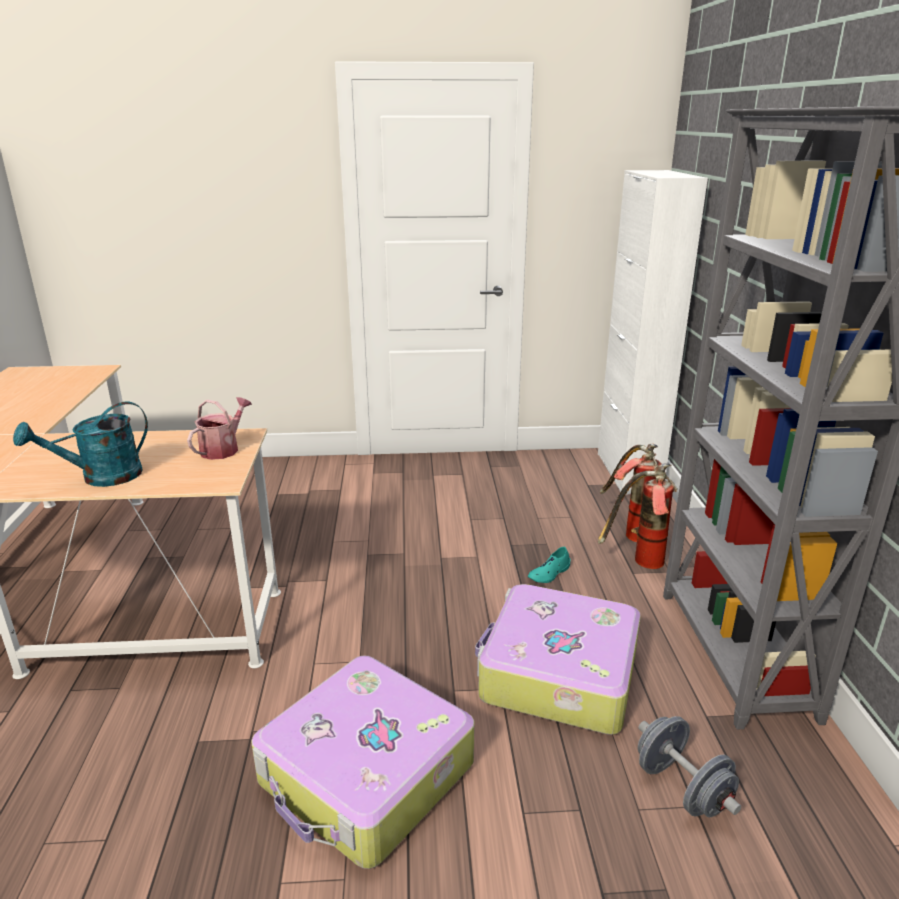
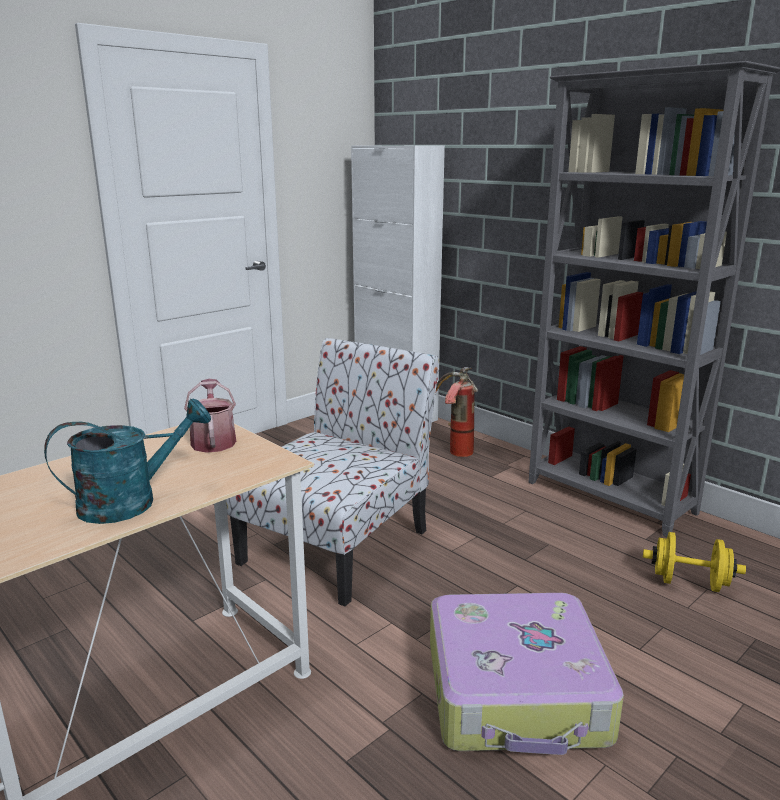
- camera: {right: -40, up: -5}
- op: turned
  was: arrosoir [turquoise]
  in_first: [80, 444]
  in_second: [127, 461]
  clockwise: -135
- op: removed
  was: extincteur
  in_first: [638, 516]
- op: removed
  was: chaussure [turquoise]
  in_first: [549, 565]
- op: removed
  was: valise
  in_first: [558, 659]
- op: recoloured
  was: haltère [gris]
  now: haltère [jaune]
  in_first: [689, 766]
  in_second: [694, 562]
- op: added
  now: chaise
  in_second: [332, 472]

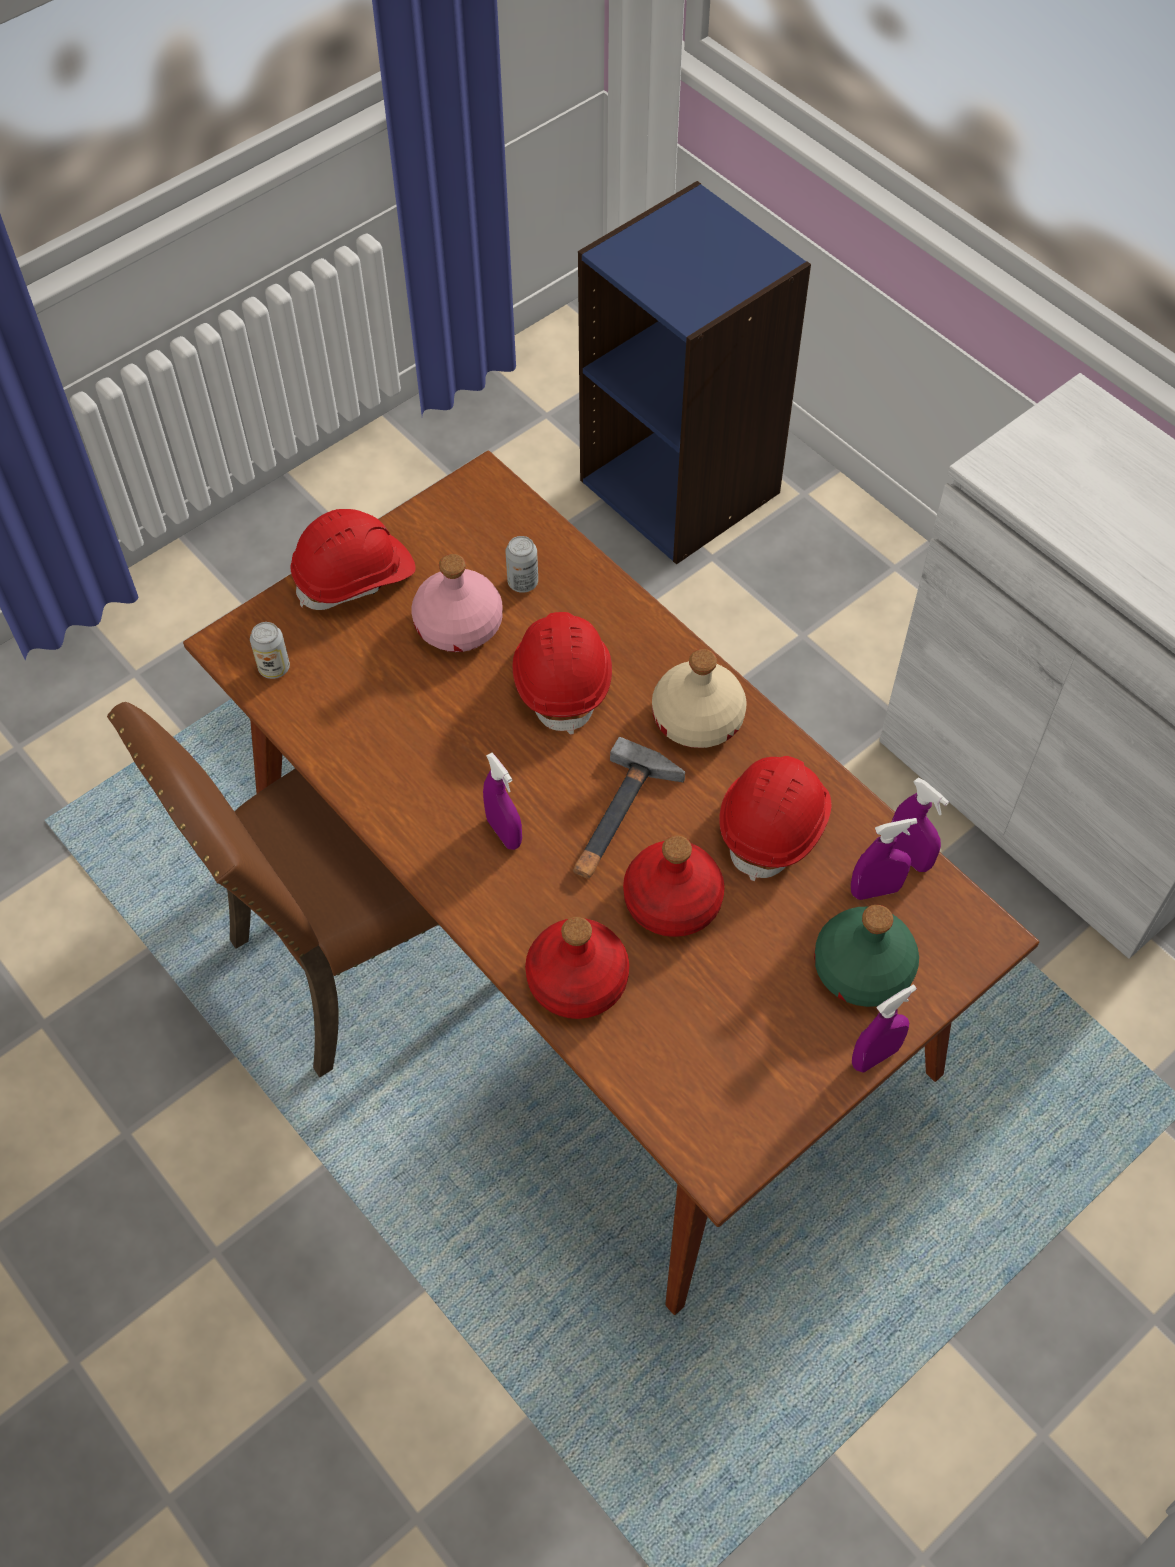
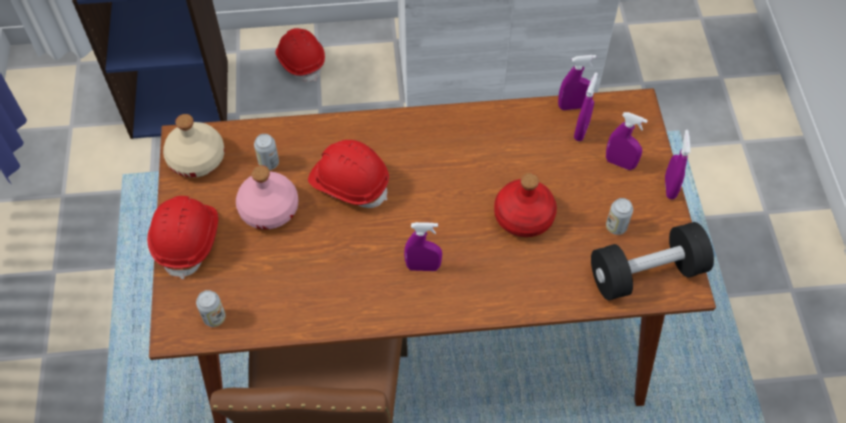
- camera: {right: -55, up: 0}
- op: moved
  was: bouteille [beige]
  in_first: [699, 698]
  in_second: [194, 146]
- op: removed
  was: marteau
  in_first: [629, 808]
- op: moved
  was: casque de chantier [rouge]
  in_first: [775, 818]
  in_second: [300, 55]
- op: replaced
  was: bouteille [vert]
  now: vaporisateur [violet]
  in_first: [866, 956]
  in_second: [627, 141]
- op: removed
  was: bouteille [rouge]
  in_first: [577, 968]
- op: added
  now: boîte métallique
  in_second: [619, 216]
- op: added
  now: haltère [noir]
  in_second: [652, 261]

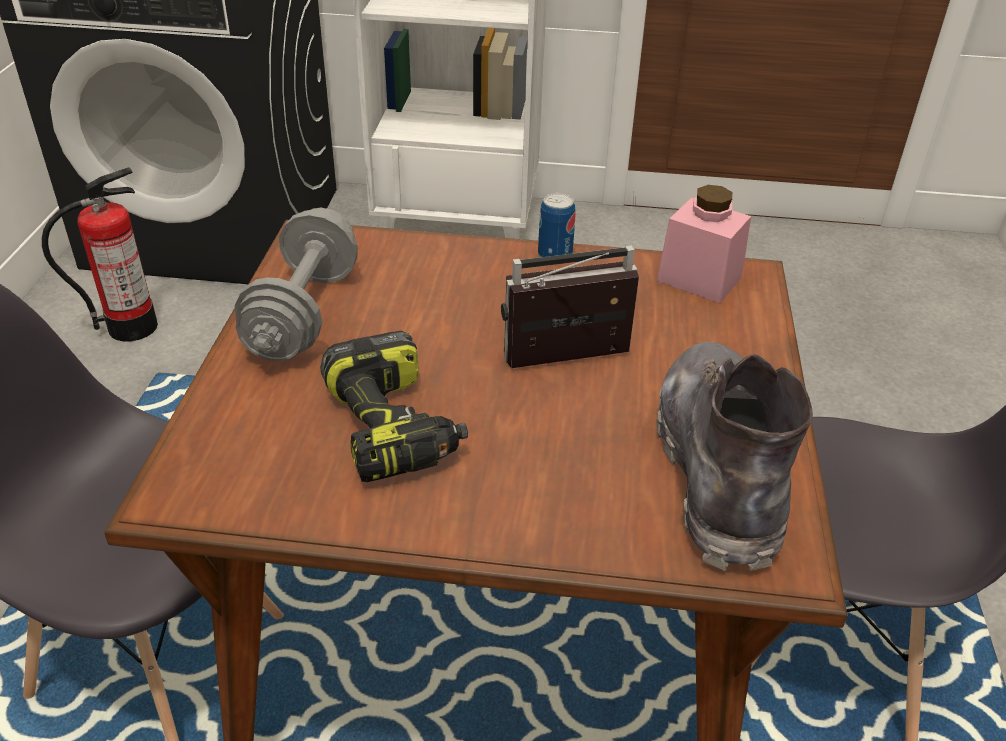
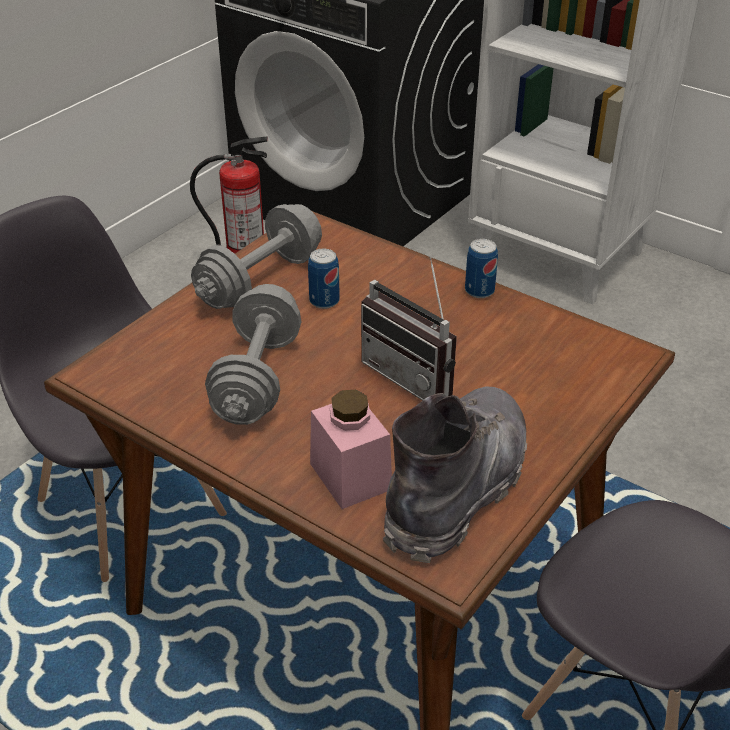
- camera: {right: 30, up: 0}
- op: moved
  was: bocal [rose]
  in_first: [704, 244]
  in_second: [351, 449]
- op: turned
  was: radio
  in_first: [570, 307]
  in_second: [409, 328]
  clockwise: -150
- op: replaced
  was: perceuse
  now: haltère [gris]
  in_first: [394, 406]
  in_second: [253, 354]
- op: added
  now: boîte métallique
  in_second: [324, 279]

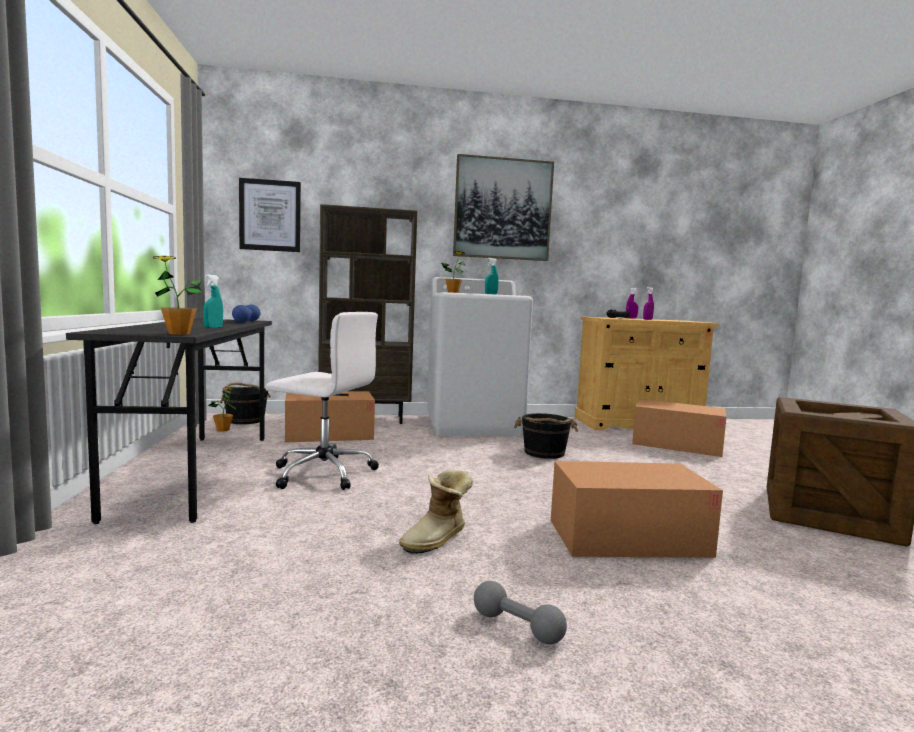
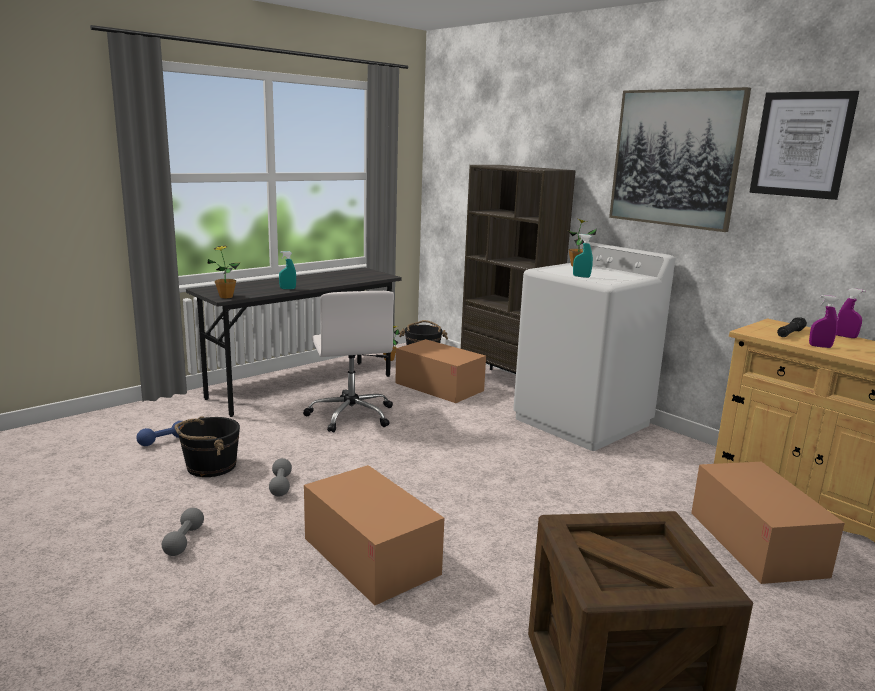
- camera: {right: 55, up: 10}
- op: moved
  was: tableau
  in_first: [270, 215]
  in_second: [804, 145]
- op: moved
  was: haltère [bleu]
  in_first: [246, 313]
  in_second: [160, 433]
- op: moved
  was: seau [noir]
  in_first: [546, 436]
  in_second: [207, 446]
- op: replaced
  was: botte
  now: haltère [gris]
  in_first: [436, 511]
  in_second: [280, 477]

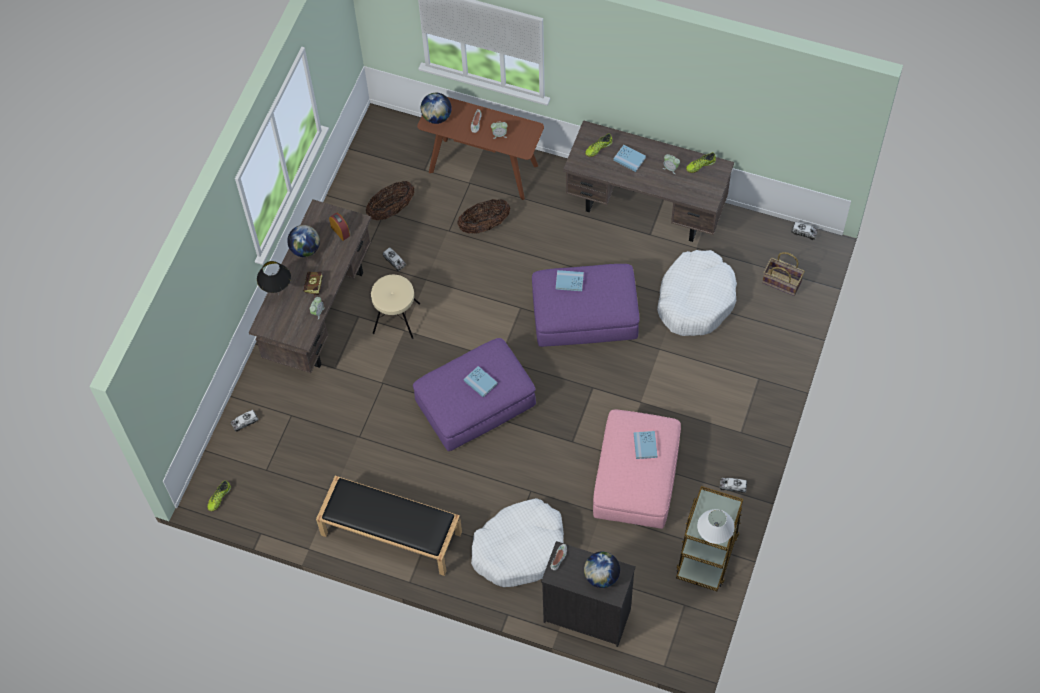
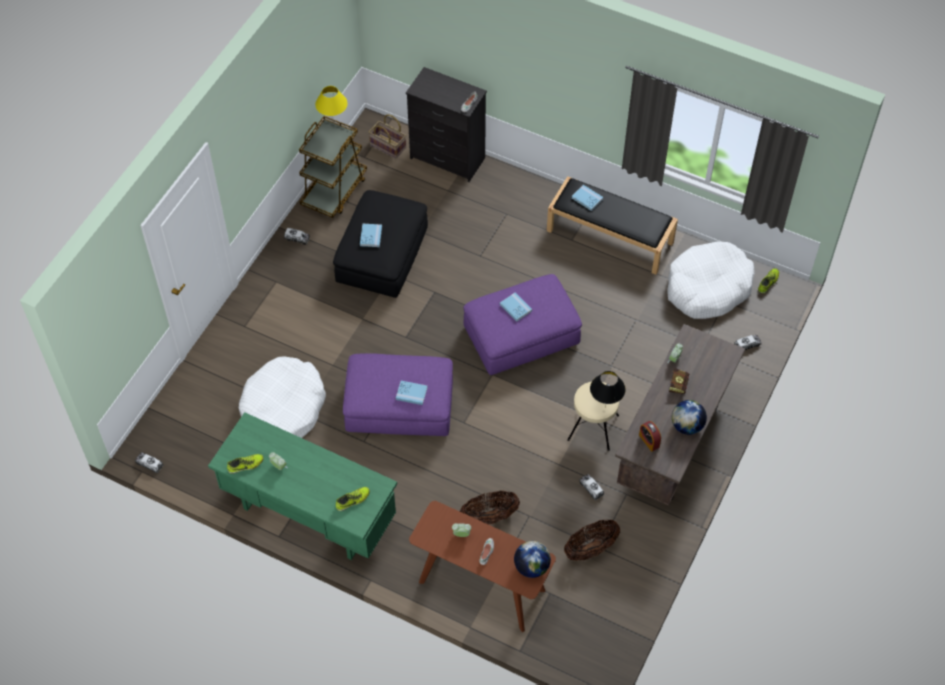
- camera: {right: -175, up: -5}
- op: recoloured
  was: bureau [marron]
  now: bureau [vert]
  in_first: [648, 181]
  in_second: [302, 486]
- op: moved
  was: livre [bleu]
  in_first: [629, 158]
  in_second: [587, 198]
- op: moved
  was: panier
  in_first: [783, 274]
  in_second: [387, 136]
- op: moved
  was: lampe de table [noir]
  in_first: [274, 278]
  in_second: [608, 389]
- op: recoloured
  was: pouf [rose]
  now: pouf [noir]
  in_first: [637, 469]
  in_second: [380, 244]
- op: moved
  was: panier pour chien [blanc]
  in_first: [517, 542]
  in_second: [711, 280]
- op: recoloured
  was: lampe de table [blanc]
  now: lampe de table [jaune]
  in_first: [716, 526]
  in_second: [331, 105]
- op: removed
  was: globe
  in_first: [602, 570]

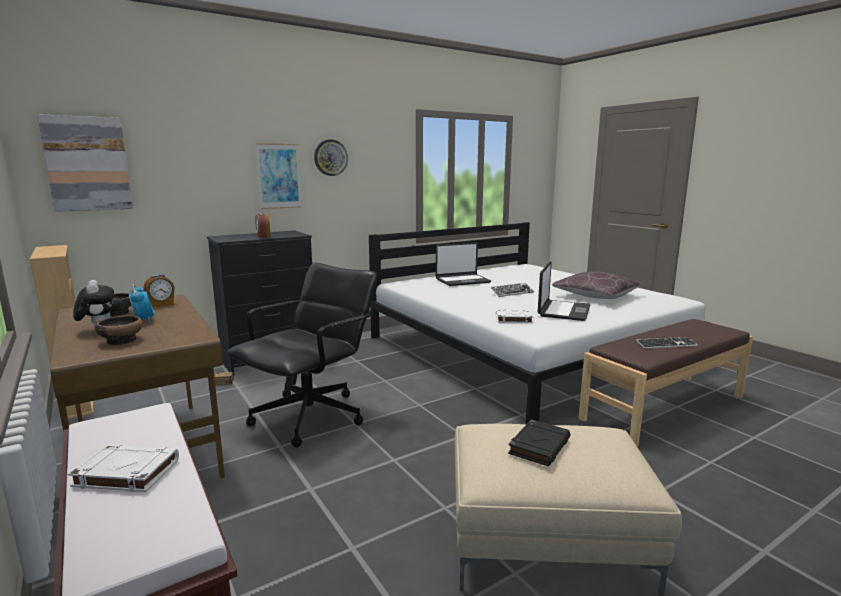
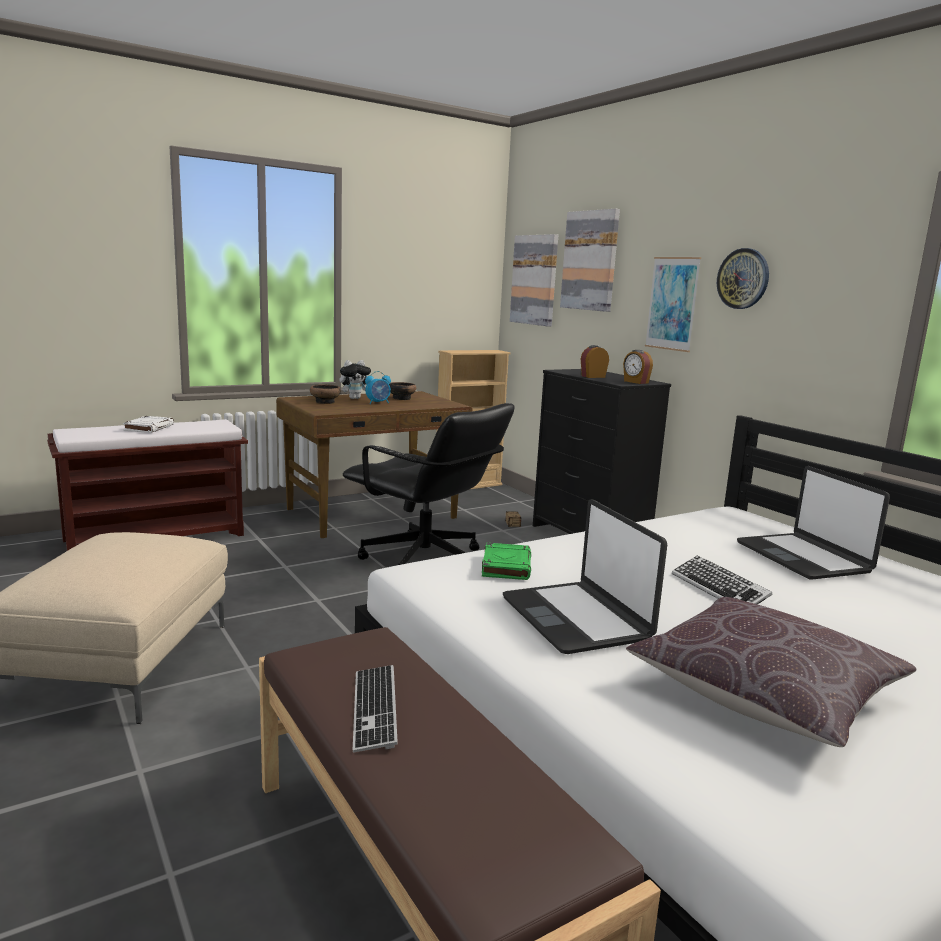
- camera: {right: 90, up: 0}
- op: turned
  was: ordinateur portable
  in_first: [564, 291]
  in_second: [585, 576]
  clockwise: 45
- op: moved
  was: réveil
  in_first: [159, 291]
  in_second: [638, 367]
- op: recoloured
  was: livre [blanc]
  now: livre [vert]
  in_first: [514, 316]
  in_second: [506, 561]
- op: removed
  was: livre [noir]
  in_first: [539, 442]
- op: added
  now: tableau
  in_second: [590, 260]

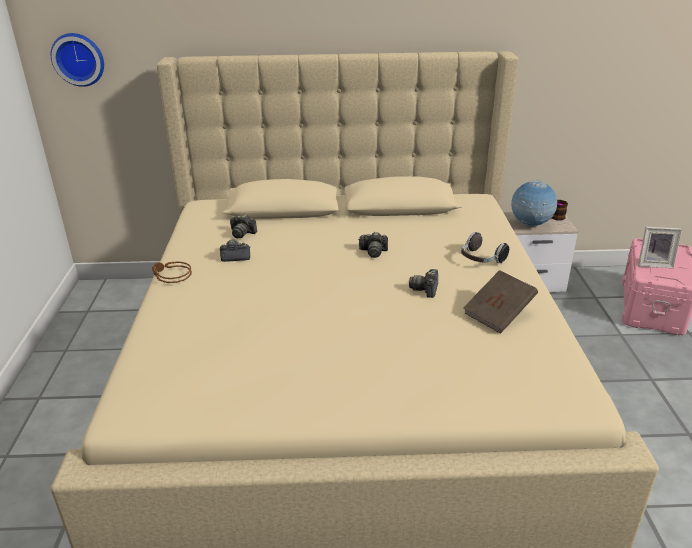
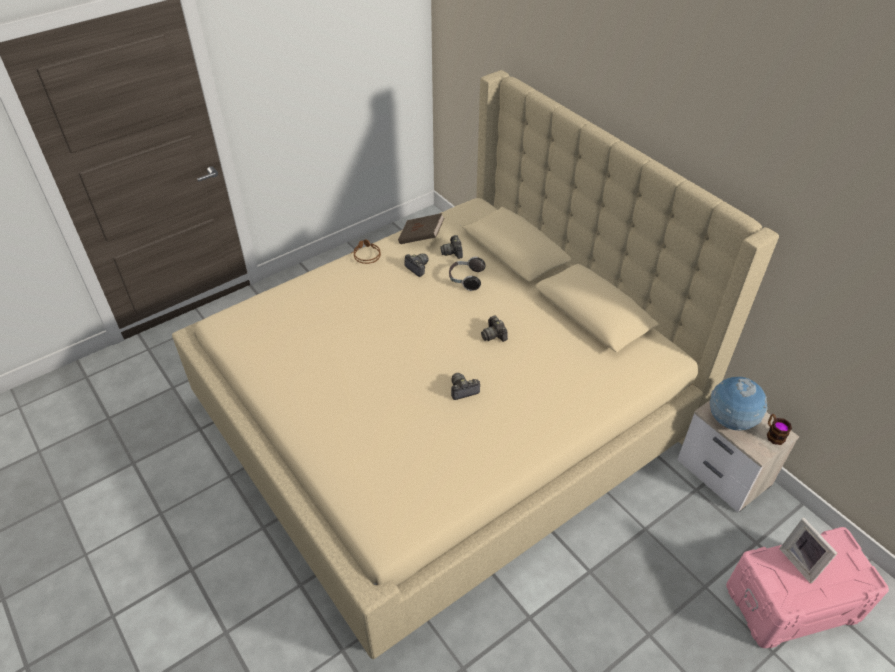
- camera: {right: 55, up: 15}
- op: removed
  was: horloge murale
  in_first: [77, 60]
- op: moved
  was: casque audio
  in_first: [485, 248]
  in_second: [467, 274]
- op: moved
  was: livre [marron]
  in_first: [500, 302]
  in_second: [421, 228]

